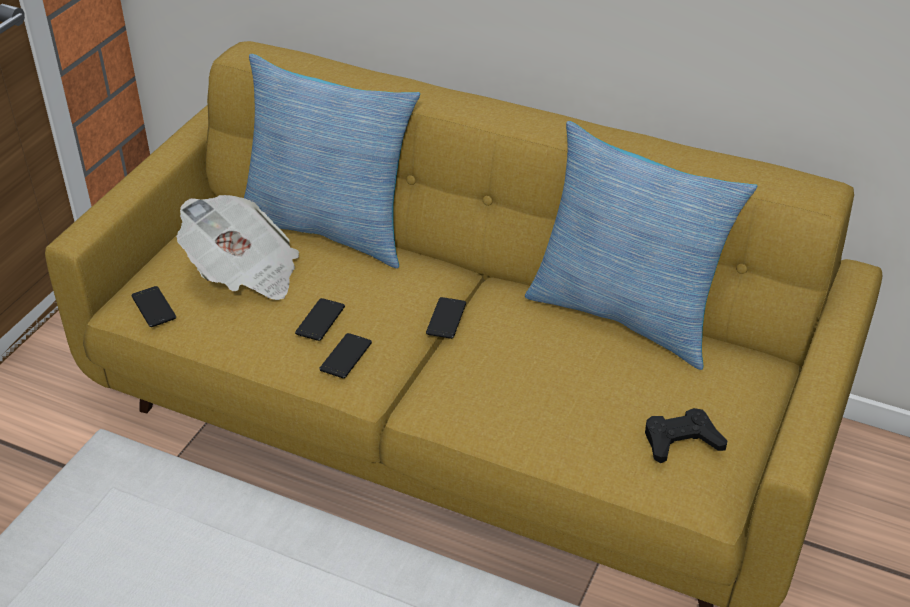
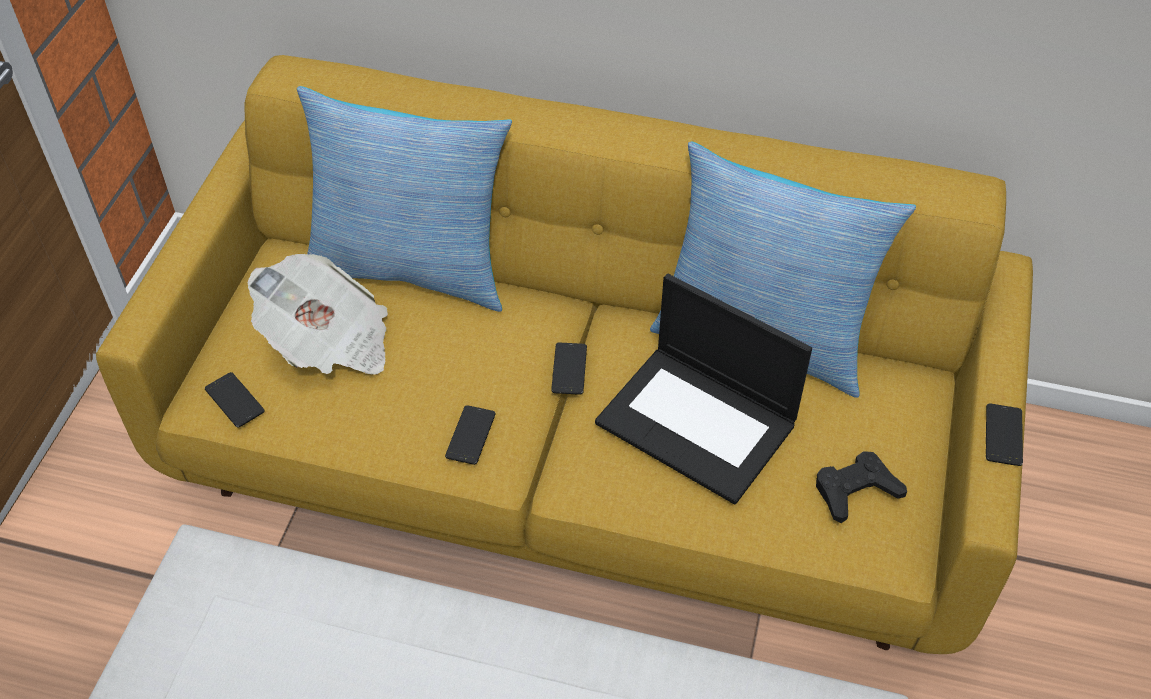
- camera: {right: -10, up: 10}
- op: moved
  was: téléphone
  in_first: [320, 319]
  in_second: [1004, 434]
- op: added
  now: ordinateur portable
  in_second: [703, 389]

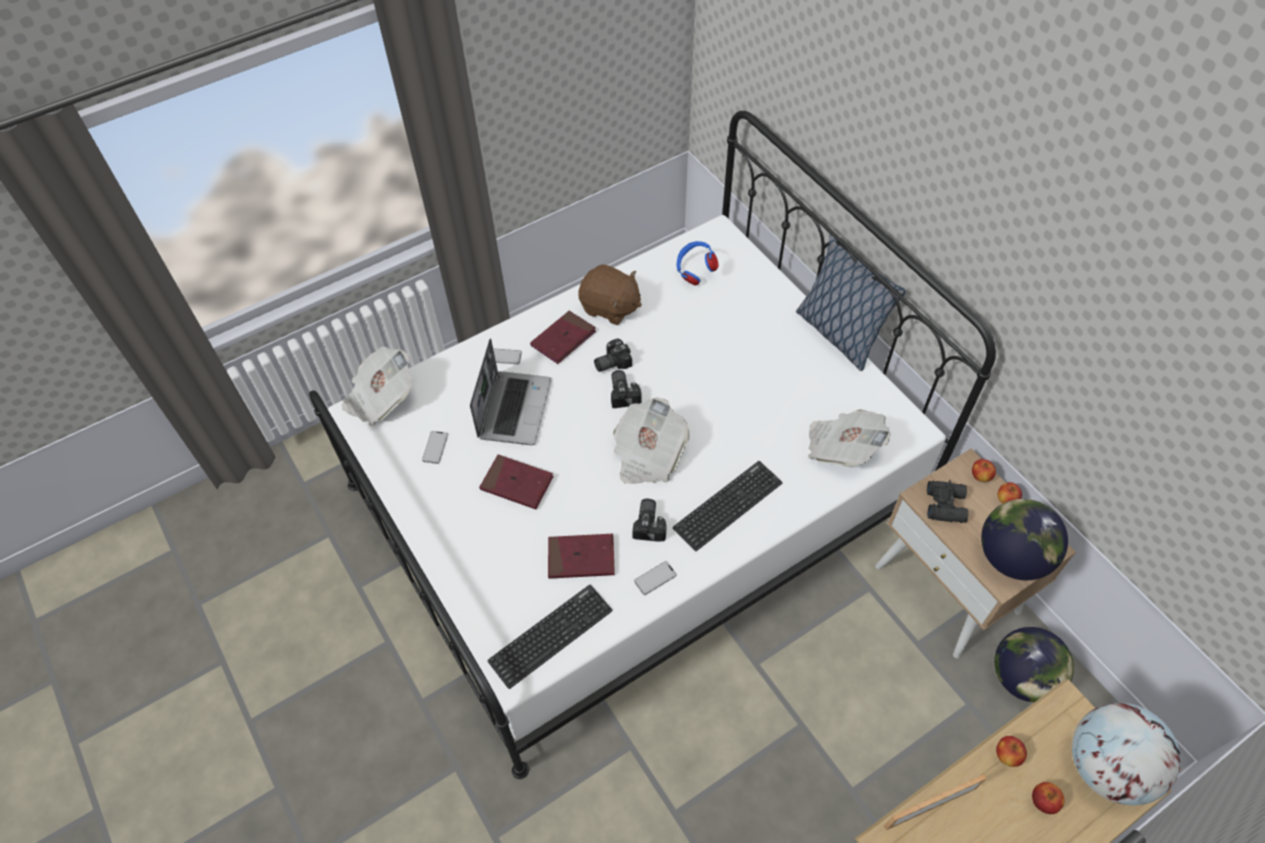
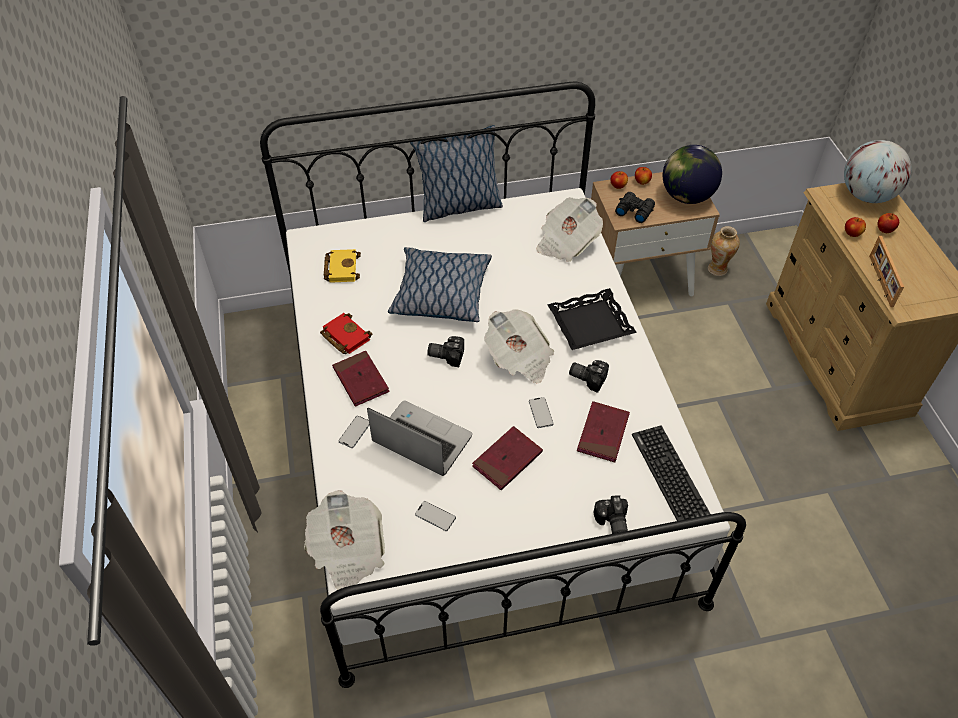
- camera: {right: -70, up: -5}
- op: replaced
  was: casque audio [bleu]
  now: livre [jaune]
  in_first: [697, 263]
  in_second: [342, 266]
- op: replaced
  was: peluche [marron]
  now: livre [rouge]
  in_first: [610, 294]
  in_second: [346, 333]
- op: moved
  was: appareil photo
  in_first: [613, 355]
  in_second: [611, 514]
- op: replaced
  was: clavier
  now: plateau [noir]
  in_first: [727, 506]
  in_second: [592, 319]
- op: moved
  was: téléphone
  in_first: [655, 578]
  in_second: [541, 412]
- op: replaced
  was: globe
  now: vase
  in_first: [1034, 665]
  in_second: [724, 251]
- op: added
  now: coussin
  in_second: [440, 284]

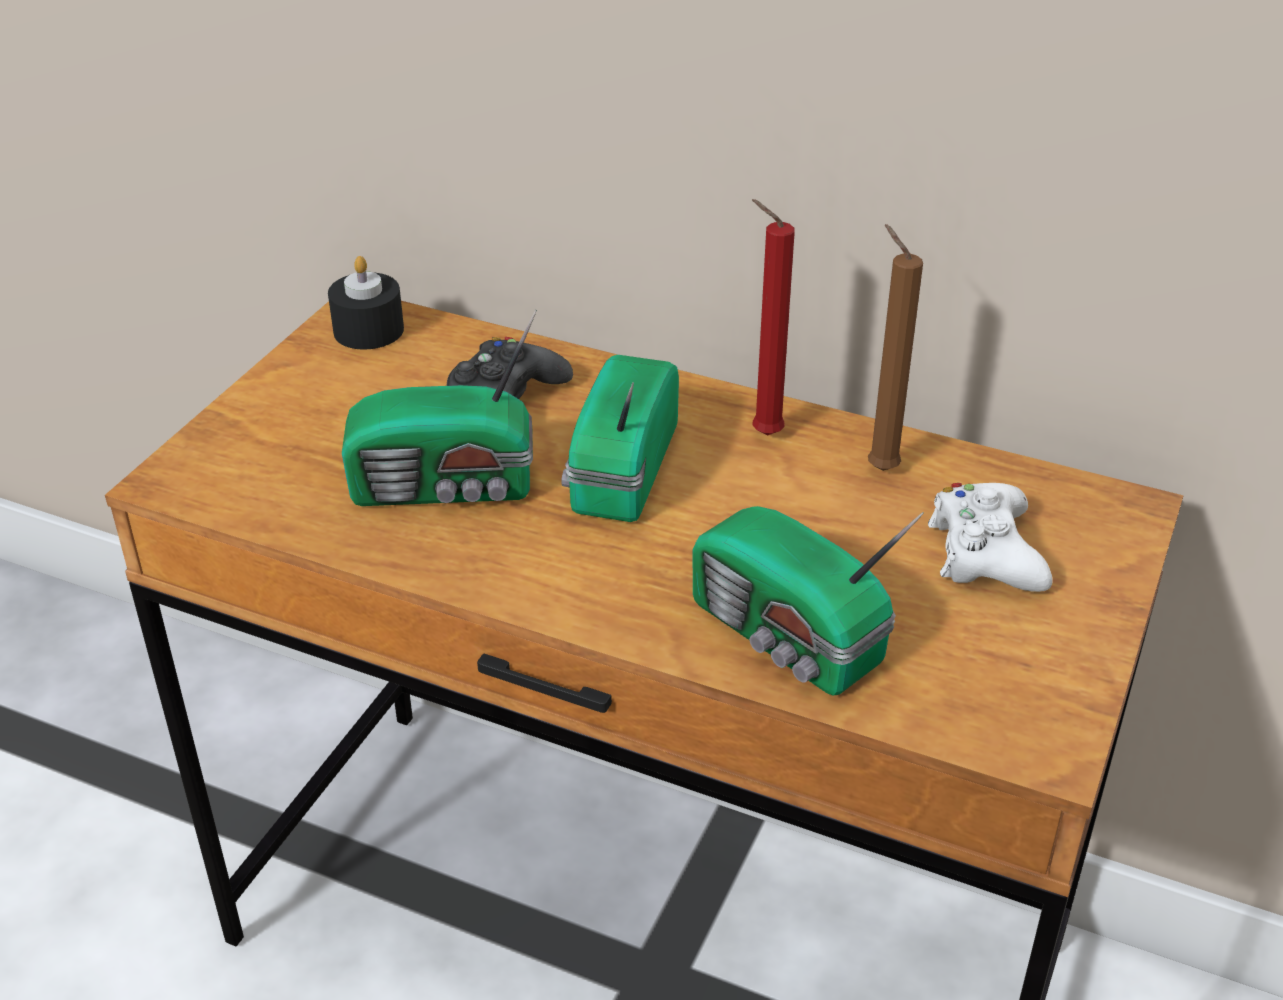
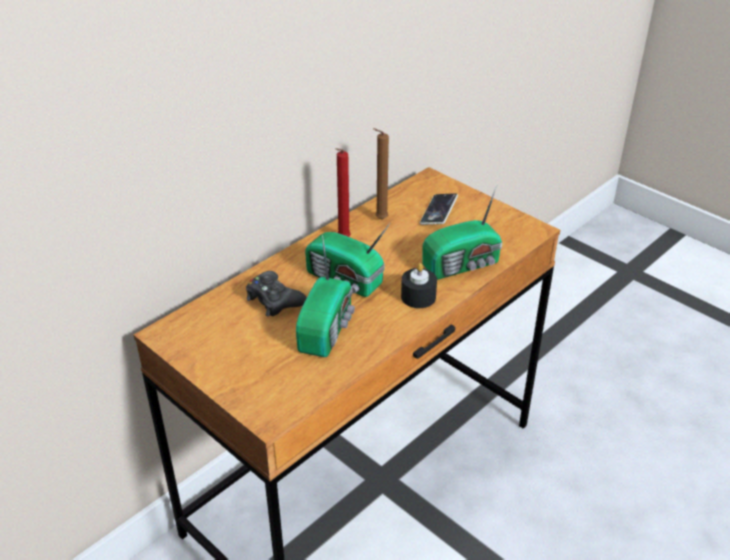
- camera: {right: -70, up: 0}
- op: moved
  was: bougie [noir]
  in_first: [366, 303]
  in_second: [419, 285]
- op: replaced
  was: manette [blanc]
  now: téléphone
  in_first: [990, 537]
  in_second: [439, 209]

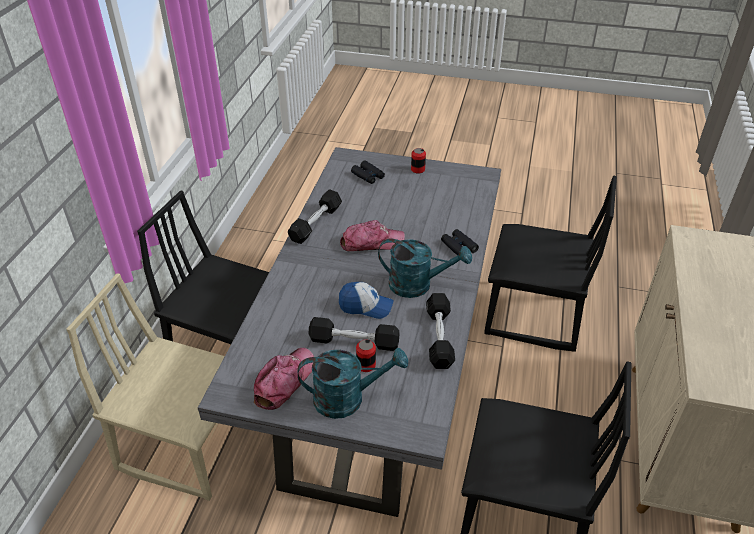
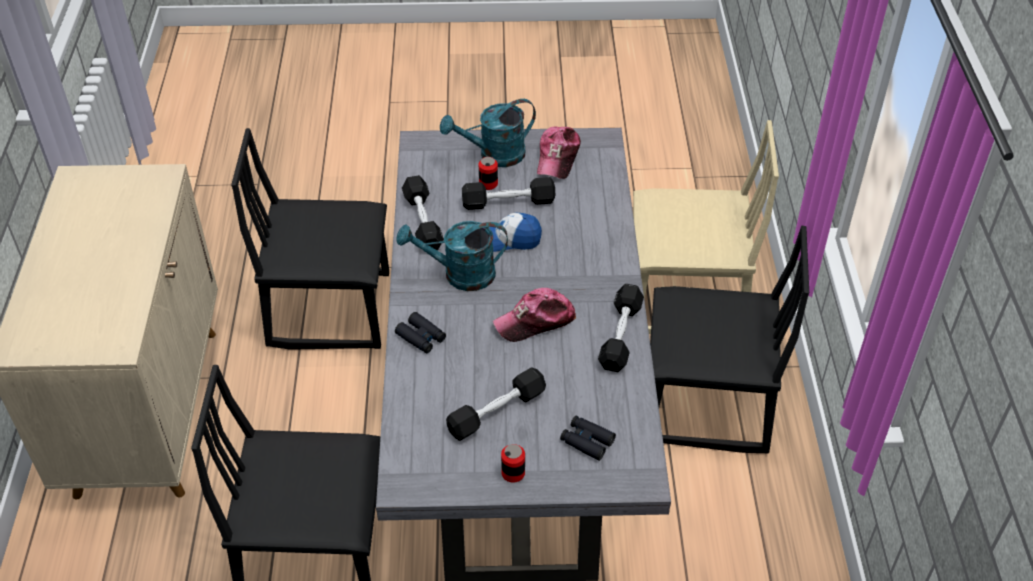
- camera: {right: 165, up: 5}
- op: added
  now: haltère [noir]
  in_second: [496, 404]

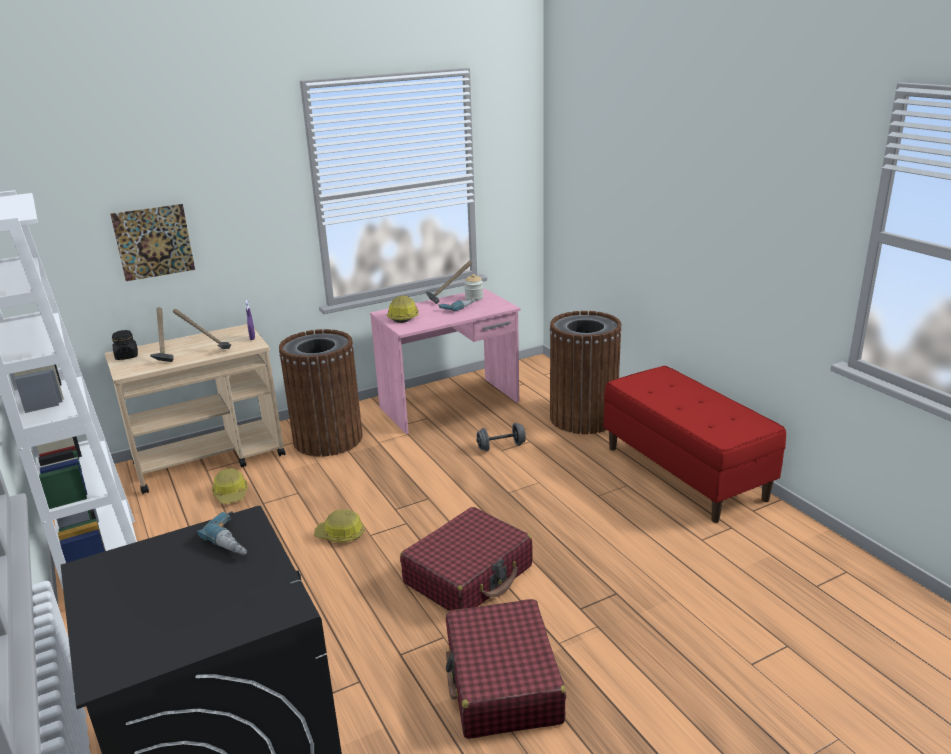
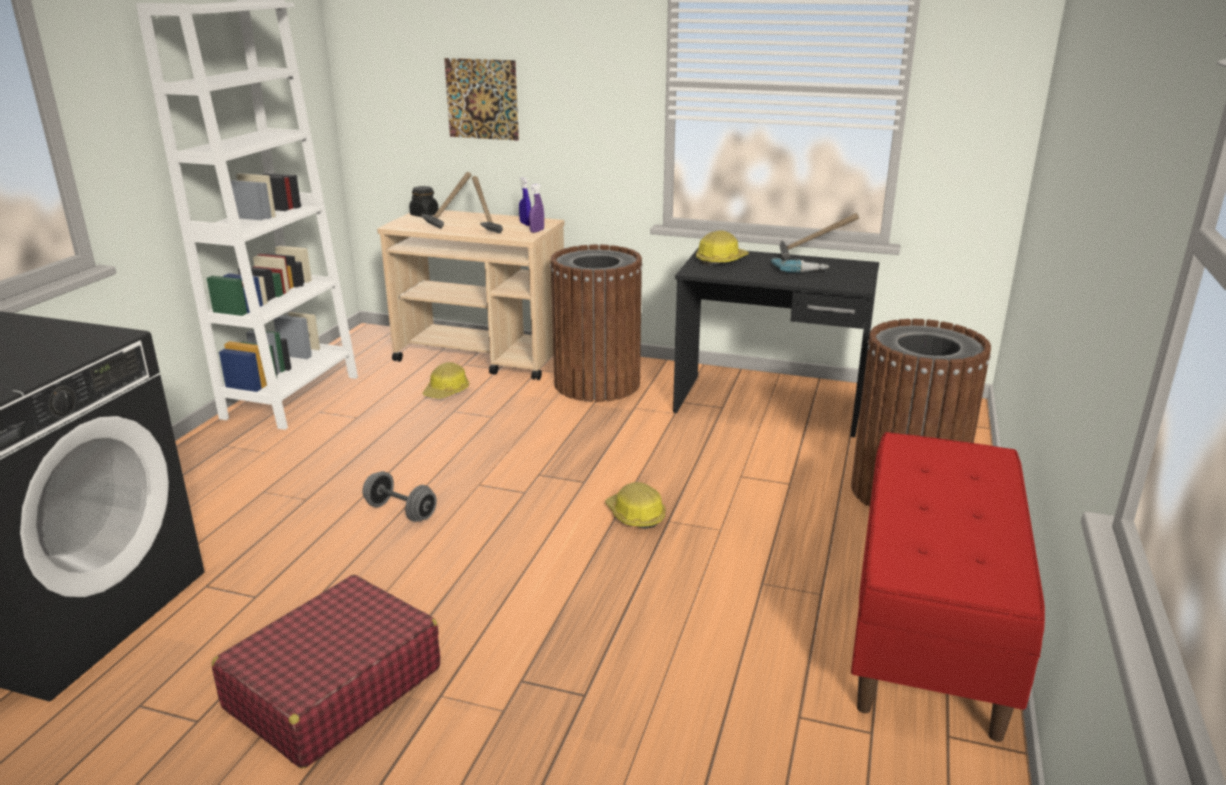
- camera: {right: 45, up: 0}
- op: removed
  was: bocal
  in_first: [473, 287]
- op: recoloured
  was: bureau [rose]
  now: bureau [noir]
  in_first: [445, 361]
  in_second: [776, 342]
- op: moved
  was: haltère [gris]
  in_first: [501, 437]
  in_second: [399, 496]
- op: removed
  was: valise [rouge]
  in_first: [466, 559]
- op: moved
  was: casque de chantier
  in_first: [339, 526]
  in_second: [635, 505]
- op: removed
  was: perceuse
  in_first: [222, 533]
- op: added
  now: vaporisateur [bleu]
  in_second: [525, 201]

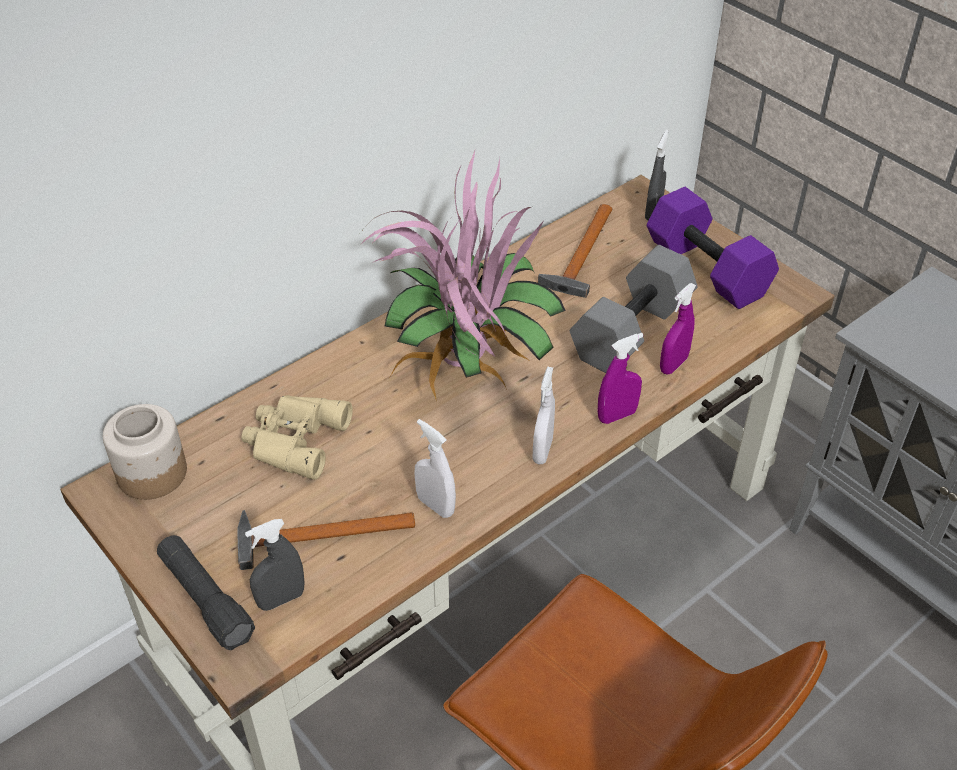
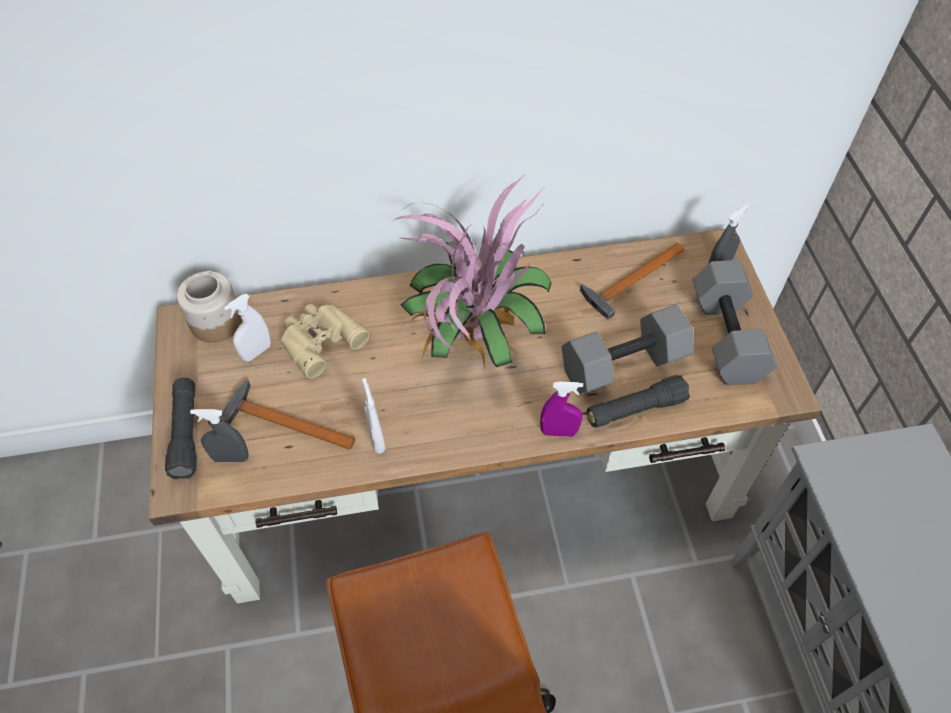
- camera: {right: 30, up: 10}
- op: recoloured
  was: haltère [violet]
  now: haltère [gris]
  in_first: [713, 248]
  in_second: [735, 322]
- op: replaced
  was: vaporisateur [violet]
  now: lampe de poche [noir]
  in_first: [678, 329]
  in_second: [638, 401]
- op: moved
  was: vaporisateur [blanc]
  in_first: [544, 415]
  in_second: [247, 328]

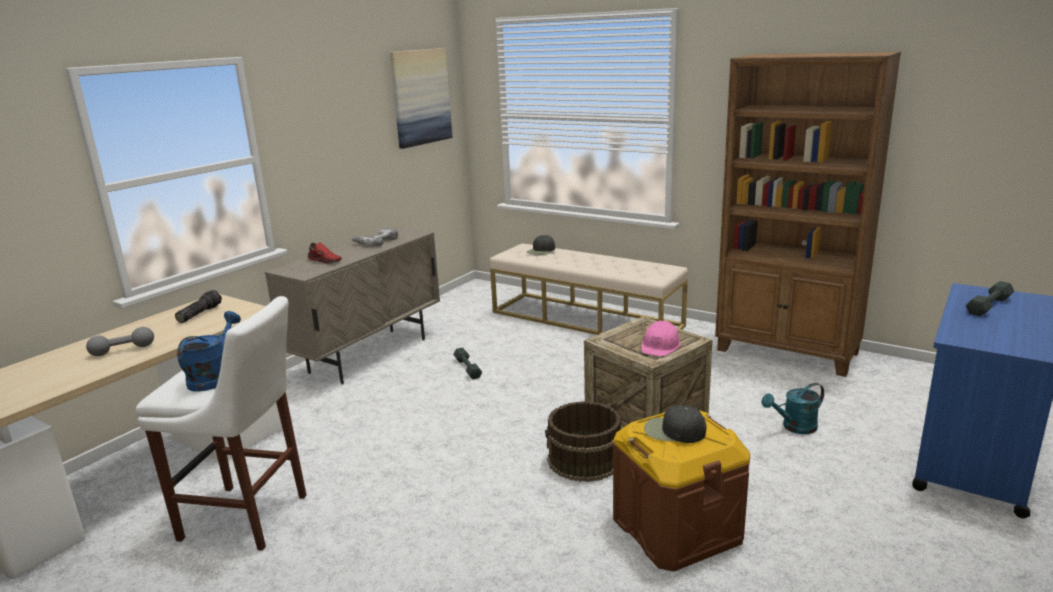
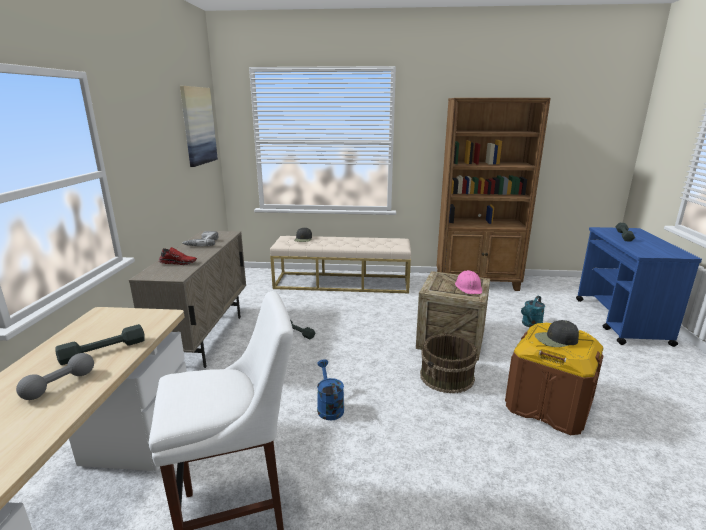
- camera: {right: -30, up: 0}
- op: removed
  was: lampe de poche
  in_first: [198, 306]
- op: moved
  was: arrosoir [bleu]
  in_first: [209, 351]
  in_second: [330, 390]
- op: added
  now: haltère [gris]
  in_second: [100, 344]

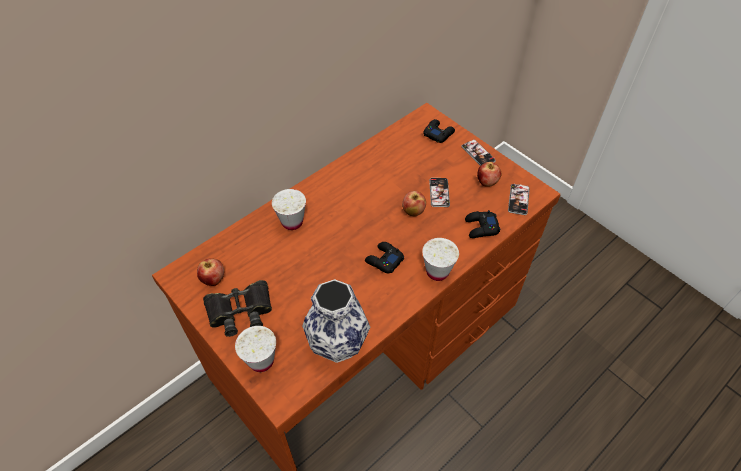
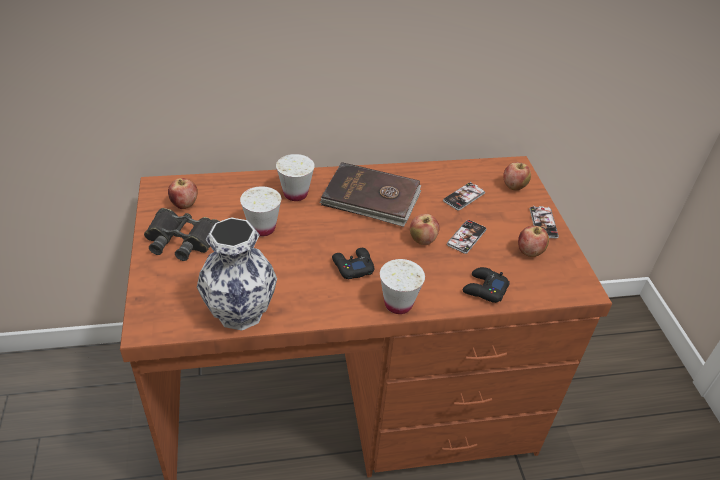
- camera: {right: 30, up: -10}
- op: replaced
  was: manette [noir]
  now: pomme
  in_first: [439, 131]
  in_second: [517, 176]
- op: moved
  was: téléphone
  in_first: [519, 199]
  in_second: [464, 196]
- op: moved
  was: tasse [blanc]
  in_first: [255, 349]
  in_second: [260, 211]
- op: added
  now: livre [marron]
  in_second: [370, 194]

